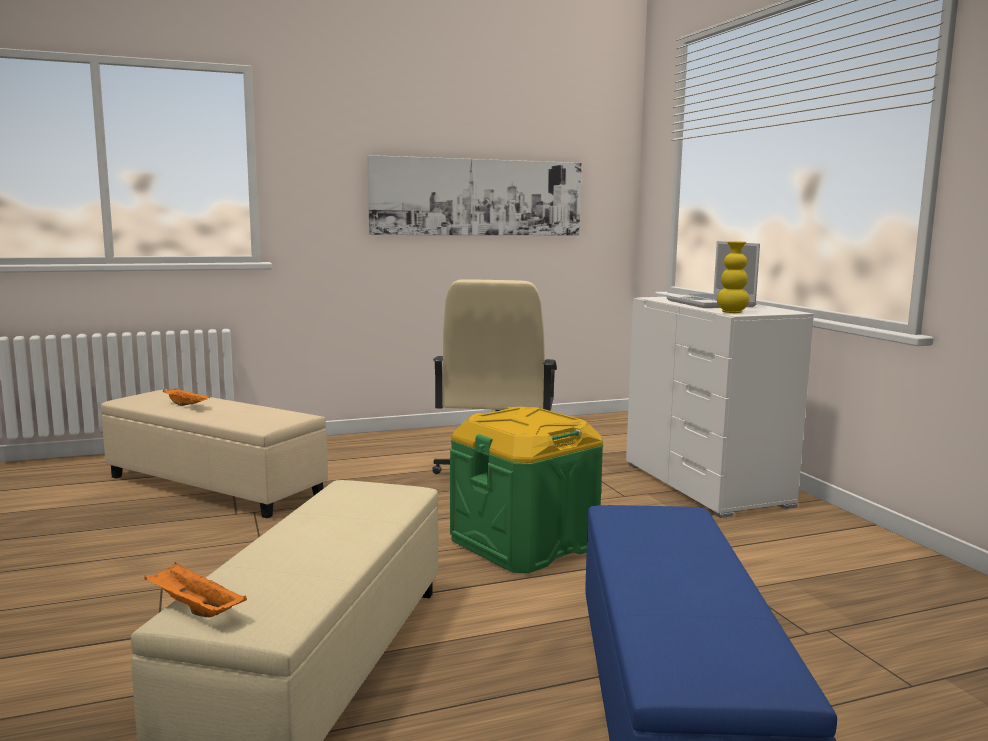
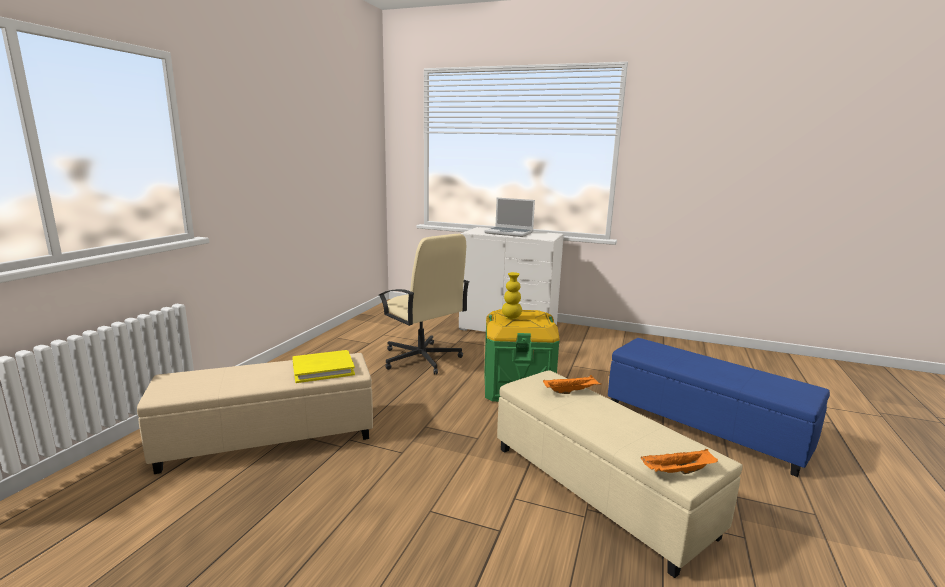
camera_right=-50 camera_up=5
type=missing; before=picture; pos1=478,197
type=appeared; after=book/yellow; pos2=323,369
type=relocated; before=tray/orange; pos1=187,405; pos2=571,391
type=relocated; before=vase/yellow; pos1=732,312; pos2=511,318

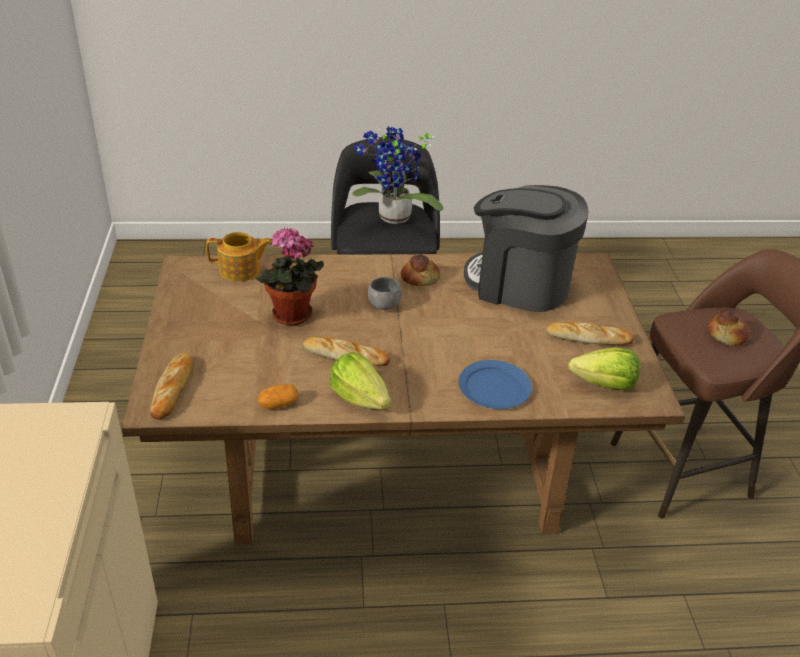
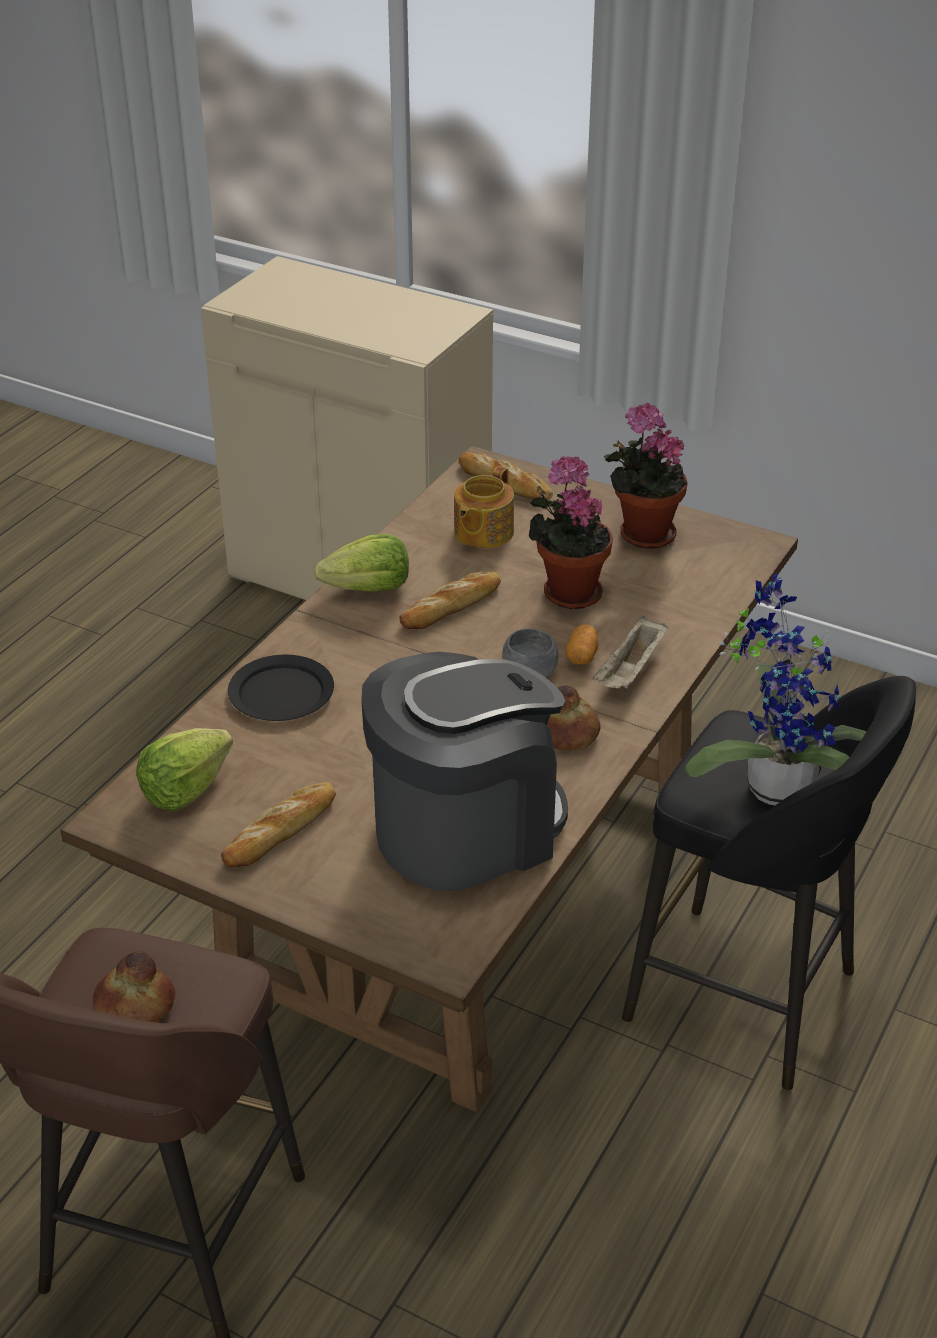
camera_right=125 camera_up=0
type=appeared; after=tray/beige; pos2=631,671
type=appeared; after=potted plant; pos2=642,534
type=relocated; before=teapot; pos1=240,270; pos2=482,532
type=relocated; before=potato; pos1=278,404; pos2=581,656
type=colour; before=plate/blue; after=plate/black; pos1=495,387; pos2=281,693

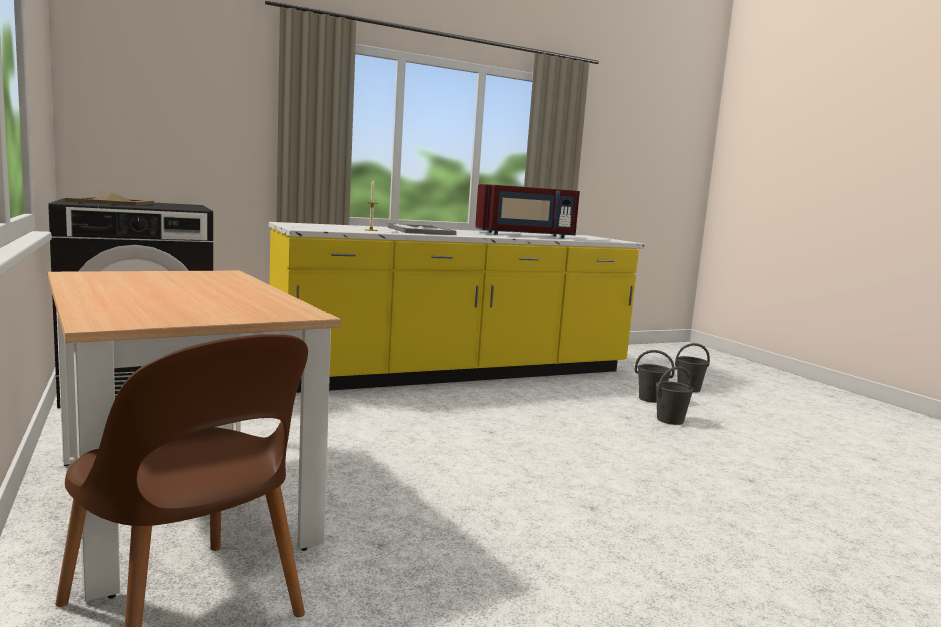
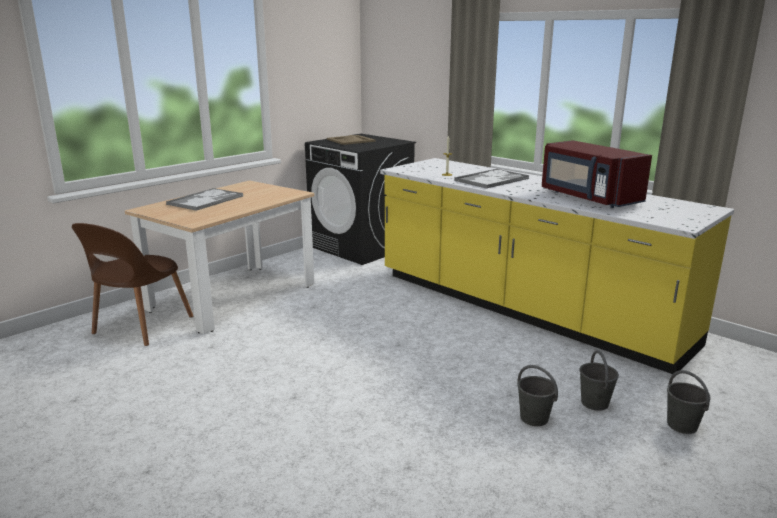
camera_right=70 camera_up=10
type=appeared; after=tray; pos2=206,200

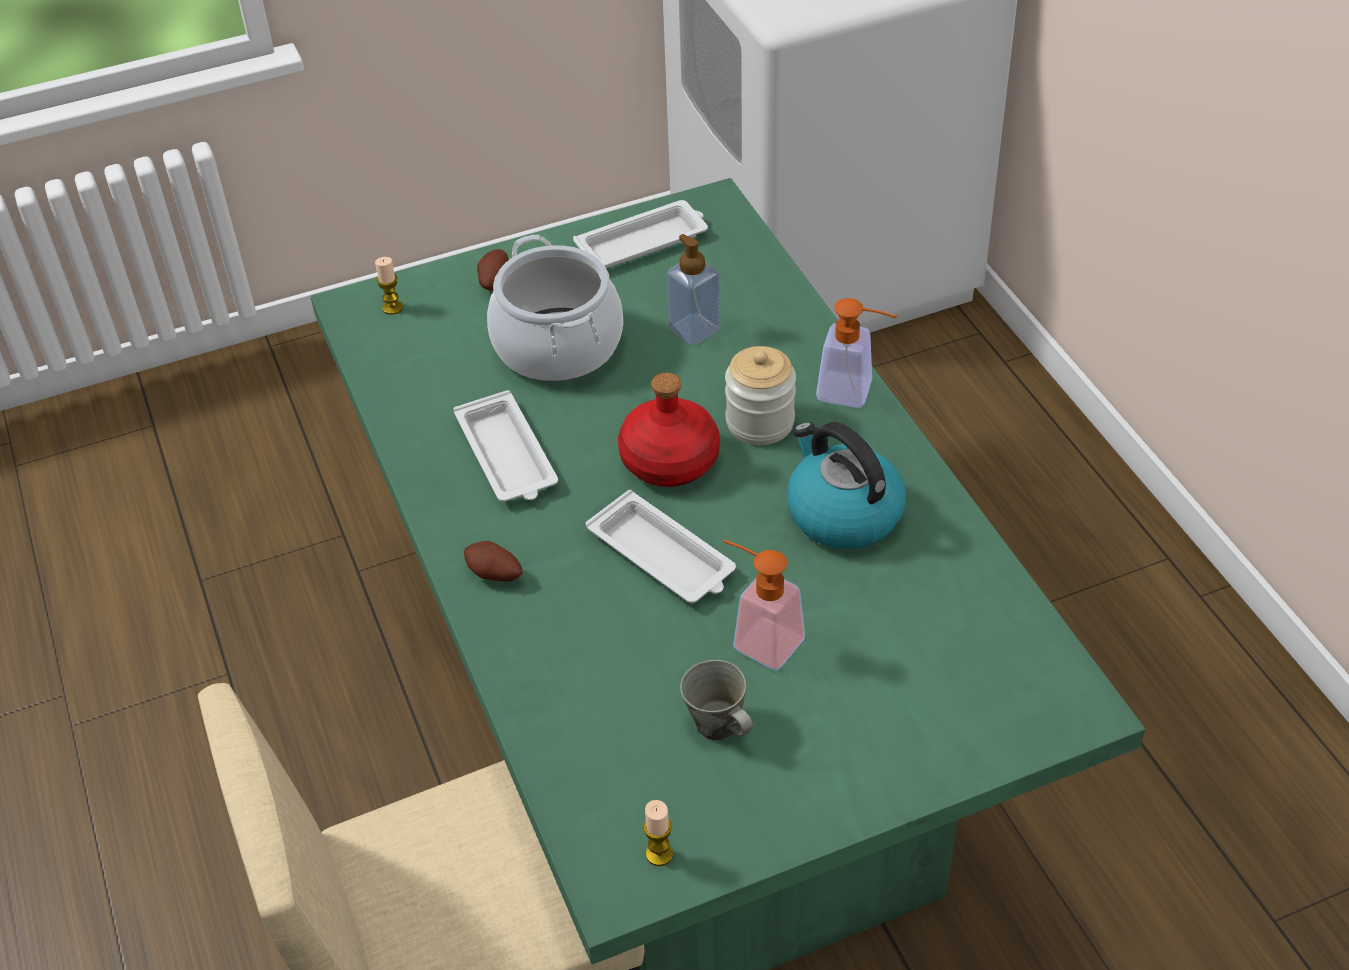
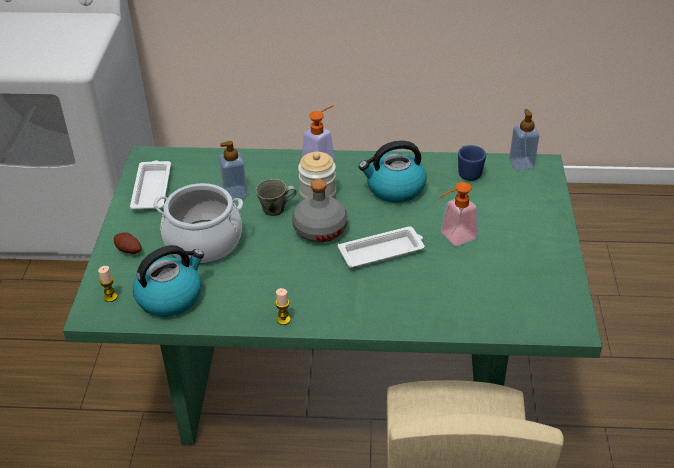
camera_right=-65 camera_up=-5
type=missing; before=tray/white; pos1=507,456
type=missing; before=potato; pos1=494,575
type=appeared; after=kettle; pos2=170,296
type=appeared; after=mug/blue; pos2=468,172
type=appeared; after=soap dispenser; pos2=521,164
type=relocated; before=candle; pos1=659,854; pos2=283,320
type=relocated; before=mug/grey; pos1=718,725; pos2=275,209
type=colour; before=bottle/red; after=bottle/grey; pos1=670,459; pos2=320,229

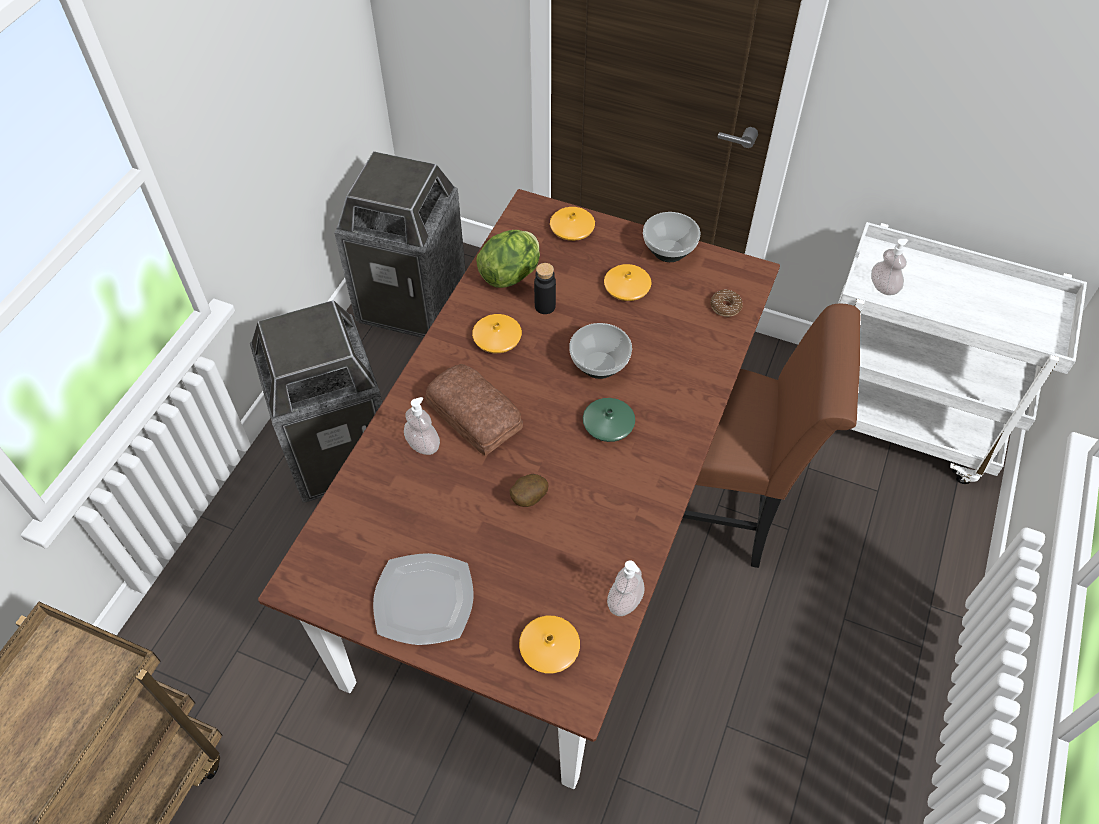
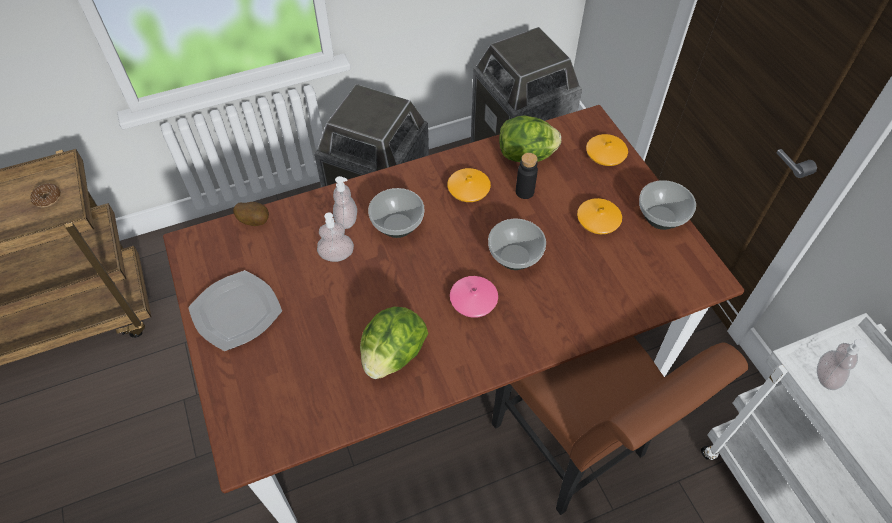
camera_right=45 camera_up=0
type=missing; before=vase/orange; pos1=549,648
type=appeared; after=lettuce; pos2=393,355
type=relocated; before=potato; pos1=528,498; pos2=255,221
type=relocated; before=soap dispenser; pos1=624,601; pos2=337,255
type=relocated; before=donut; pos1=725,307; pos2=48,198
type=exchanged; before=bread; after=bowl; pos1=474,414; pos2=398,225
type=colour; before=vase/green; after=vase/pink; pos1=608,424; pos2=473,300

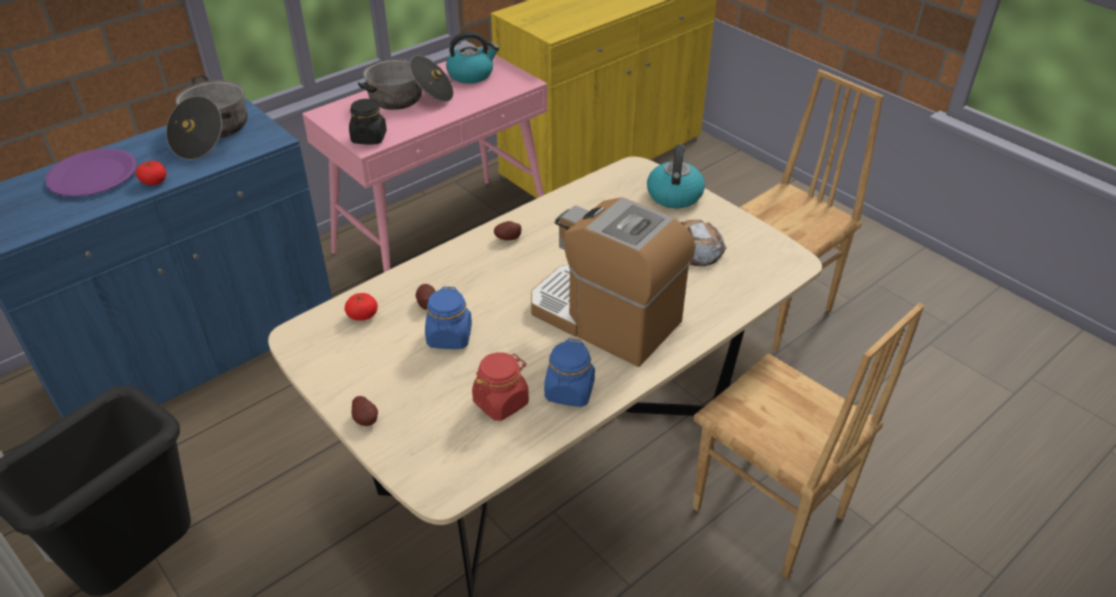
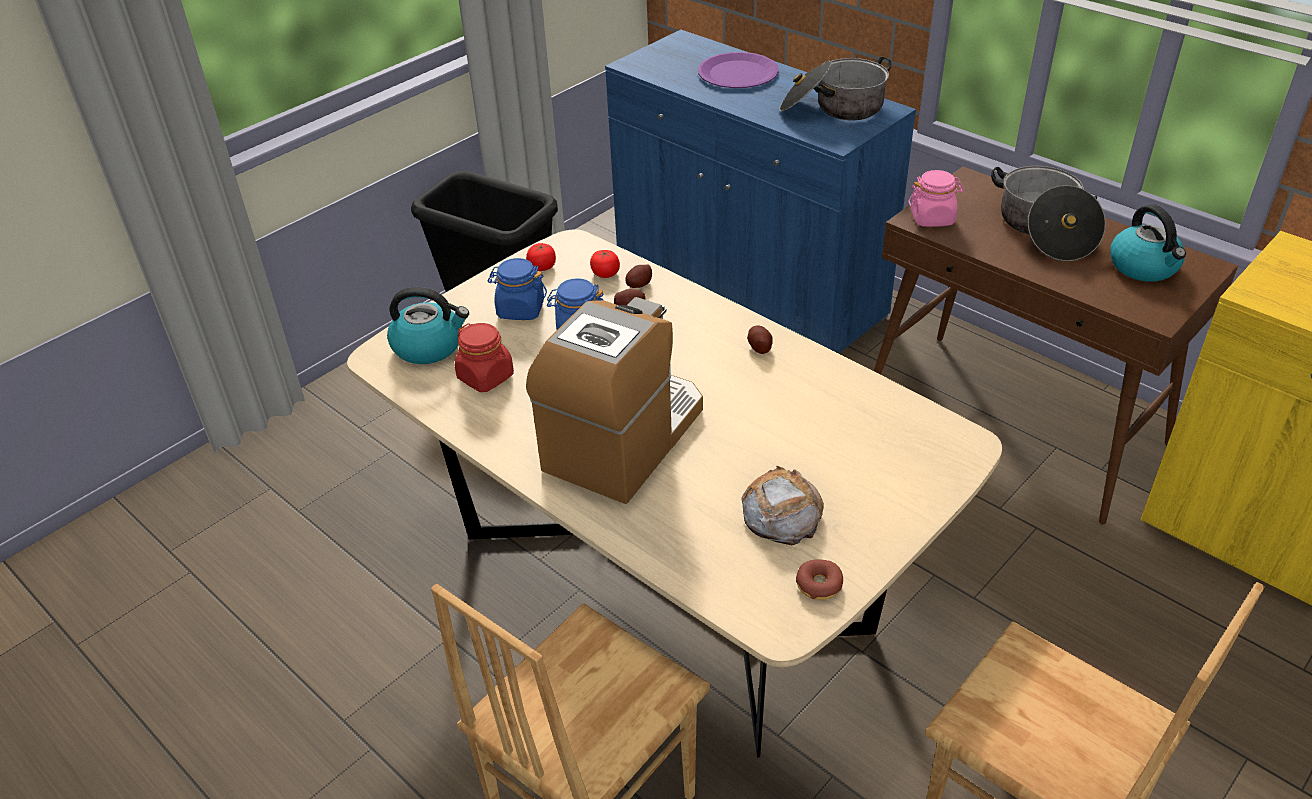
camera_right=85 camera_up=0
type=appeared; after=donut; pos2=819,585
type=relocated; before=tomato; pos1=154,181; pos2=542,266
type=relocated; before=potato; pos1=366,419; pos2=639,285
type=relocated; before=jar/blue; pos1=569,391; pos2=520,309
type=relocated; before=kettle; pos1=674,195; pos2=429,346
type=colour; before=console table/pink; after=console table/brown; pos1=443,238; pos2=1015,423
type=colour; before=jar/black; after=jar/pink; pos1=369,138; pos2=932,218

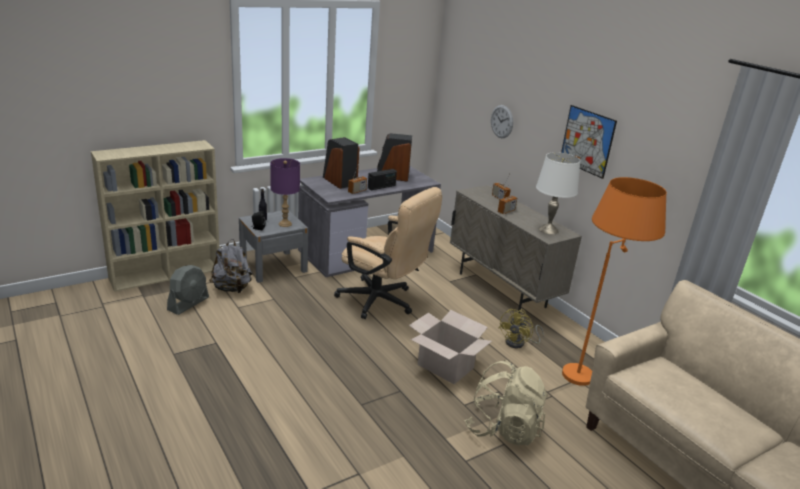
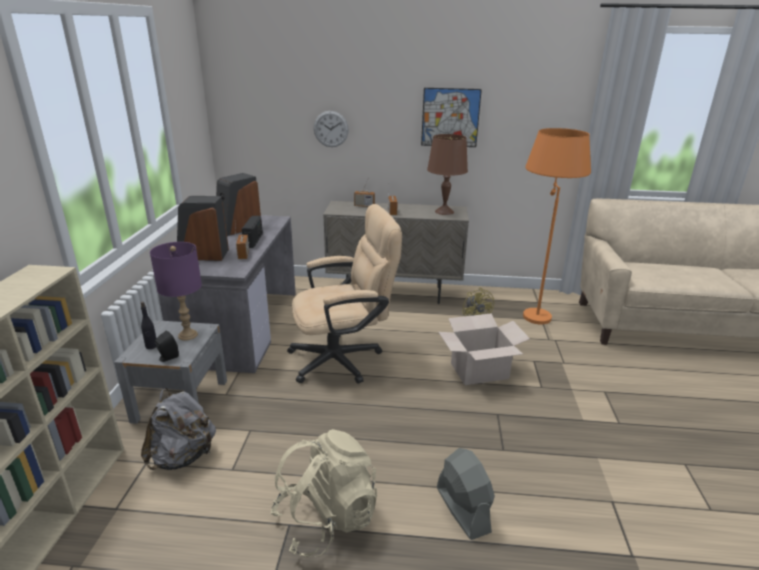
camera_right=-50 camera_up=0
type=relocated; before=fan/grey; pos1=188,304; pos2=462,509
type=relocated; before=backpack/beige; pos1=503,429; pos2=326,519
type=colour; before=table lamp/white; after=table lamp/brown; pos1=548,230; pos2=444,212

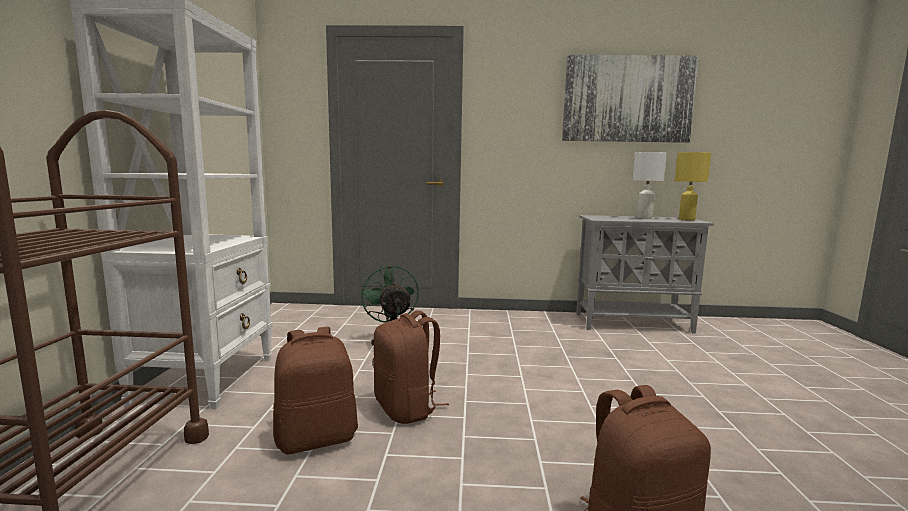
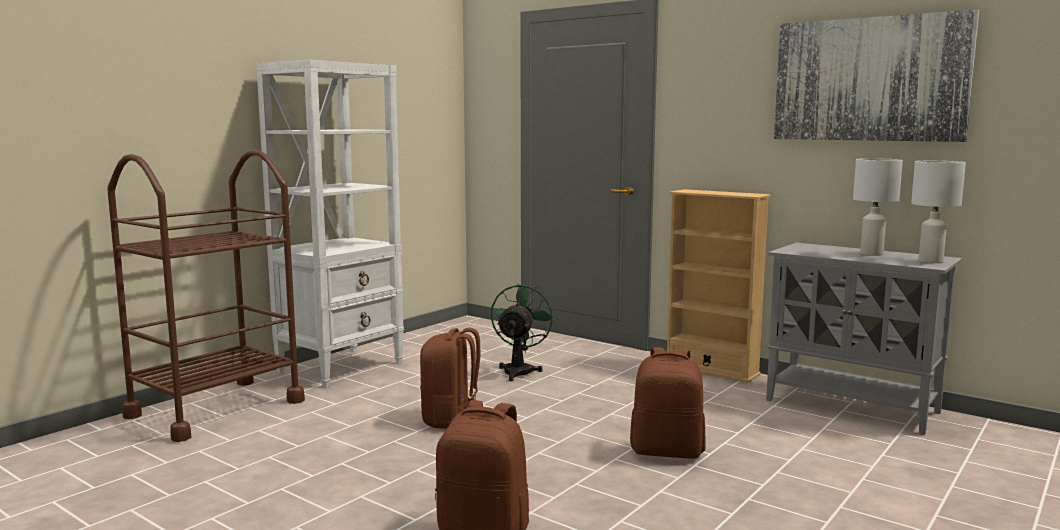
camera_right=35 camera_up=0
type=appeared; after=bookcase/beige; pos2=711,370
type=relocated; before=backpack/brown; pos1=317,438; pos2=667,451
type=colour; before=table lamp/yellow; after=table lamp/white; pos1=687,219; pos2=931,261

